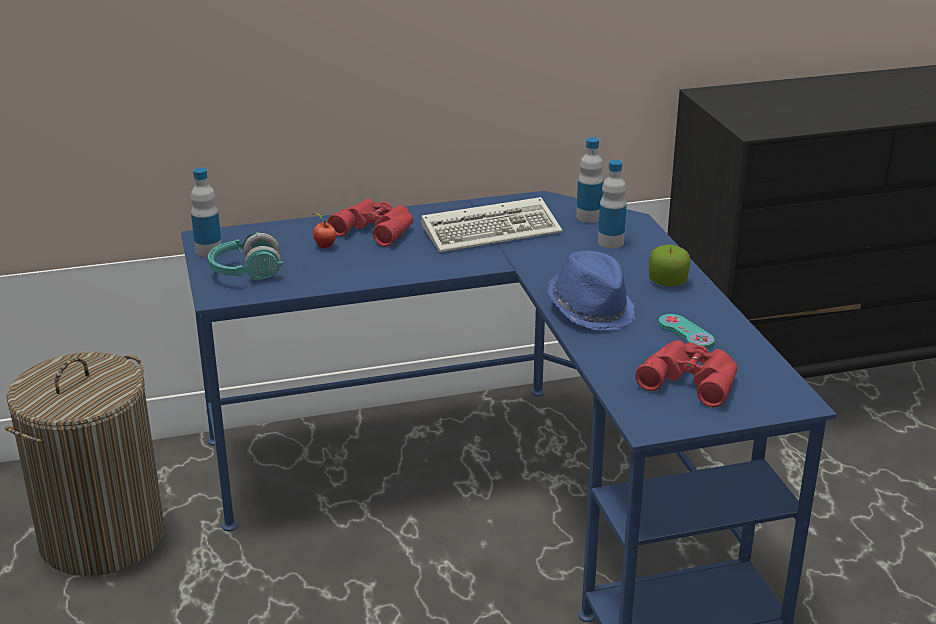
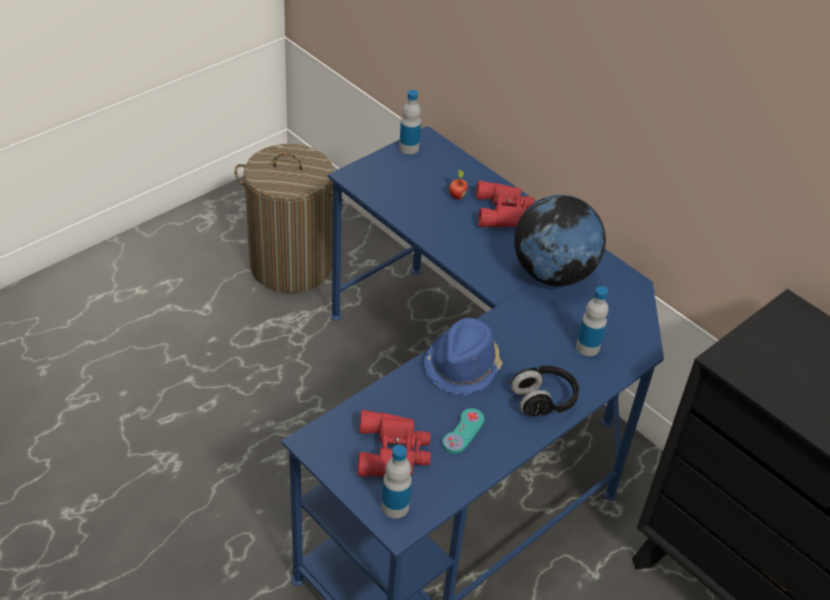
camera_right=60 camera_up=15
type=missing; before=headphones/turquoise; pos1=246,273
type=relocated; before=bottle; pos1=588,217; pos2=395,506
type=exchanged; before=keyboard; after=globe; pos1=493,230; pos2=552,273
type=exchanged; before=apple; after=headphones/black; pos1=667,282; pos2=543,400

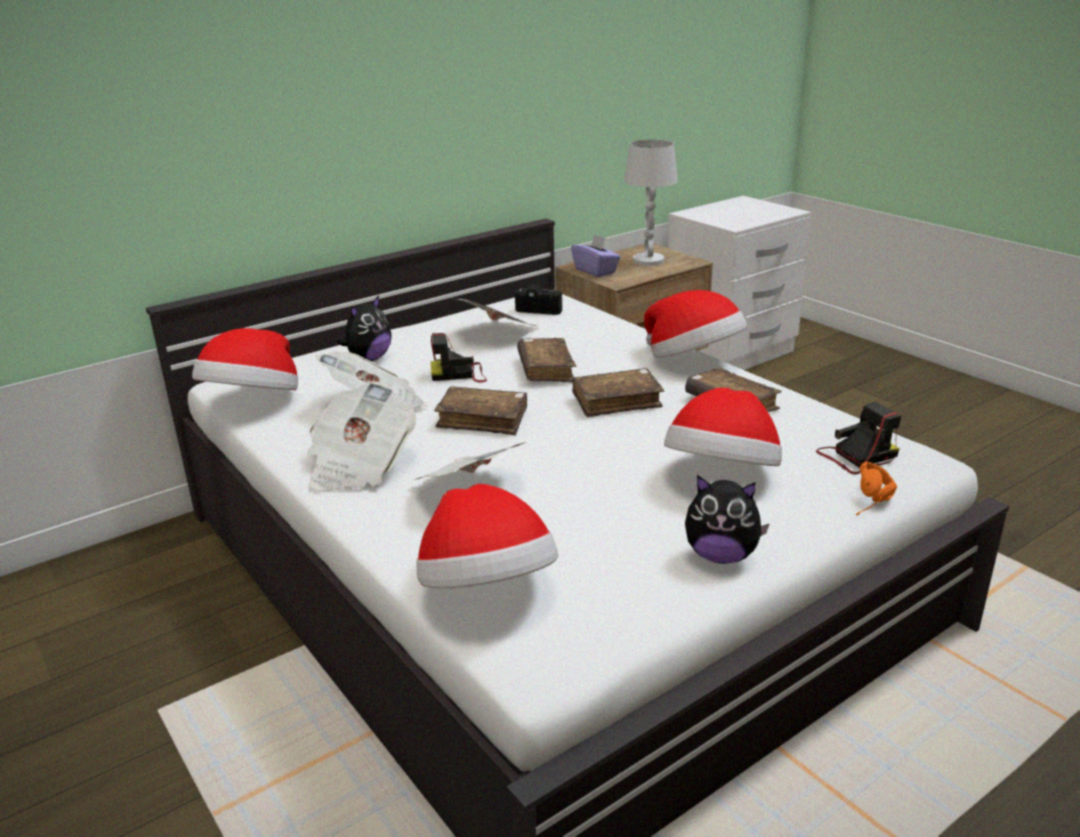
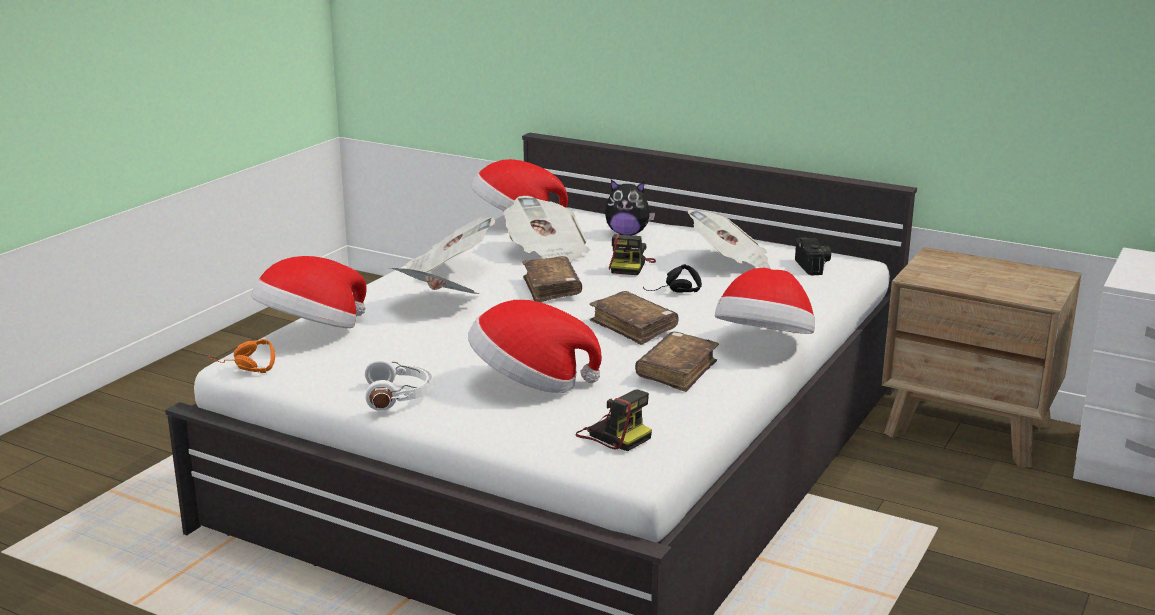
camera_right=65 camera_up=-5
type=missing; before=tissue box/purple; pos1=595,271
type=missing; before=table lamp/white; pos1=648,260
type=relocated; before=headphones/orange; pos1=875,504; pos2=241,369
type=exchanged; before=book/brown; after=headphones/black; pos1=546,370; pos2=673,292
type=exchanged; before=plush toy; after=headphones/white; pos1=721,556; pos2=399,396
type=spun; before=photo camera; pos1=459,374; pos2=630,266; turn=-135

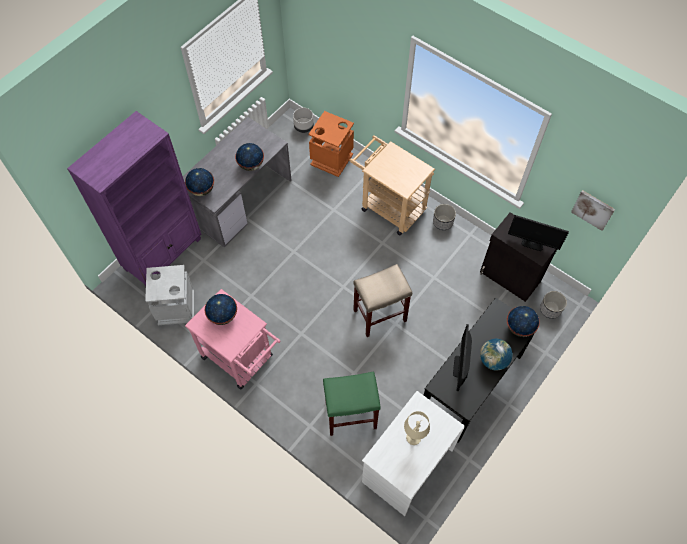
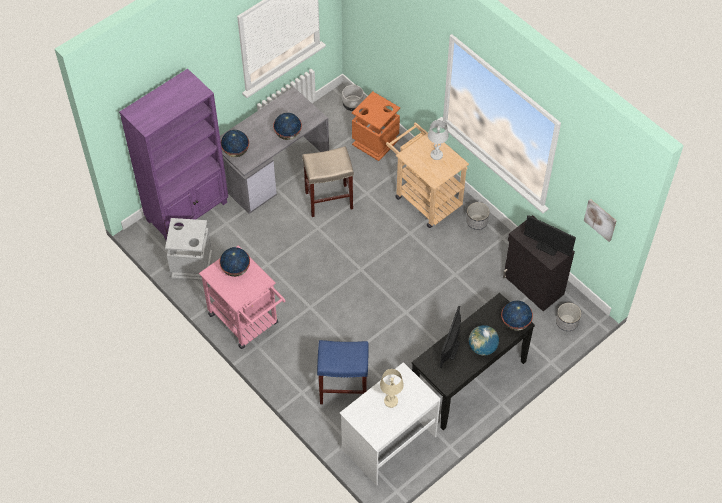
camera_right=10 camera_up=-5
type=appeared; after=table lamp/white; pos2=436,155
type=relocated; before=stool/beige; pos1=379,316; pos2=328,201
type=colour; before=stool/green; after=stool/blue; pos1=351,414; pos2=344,389

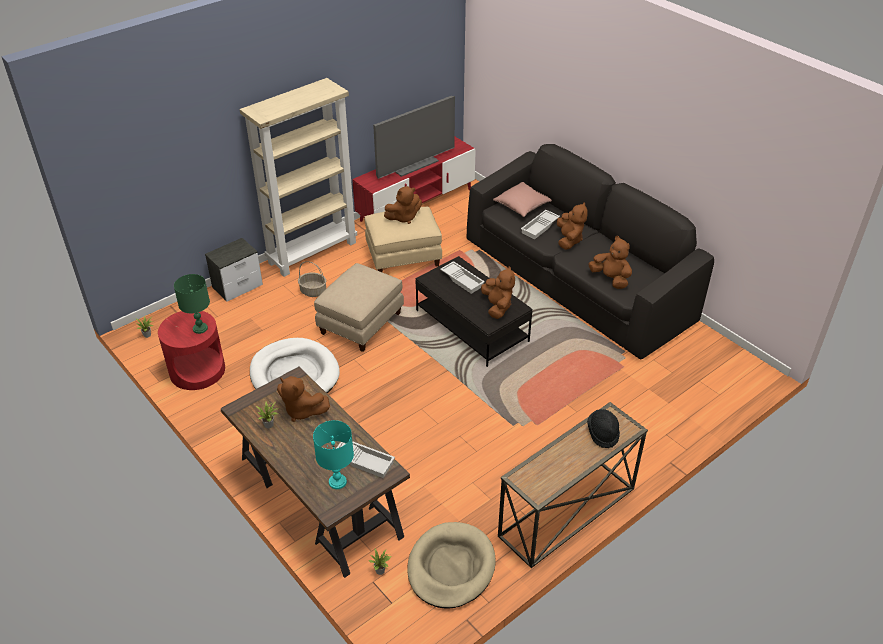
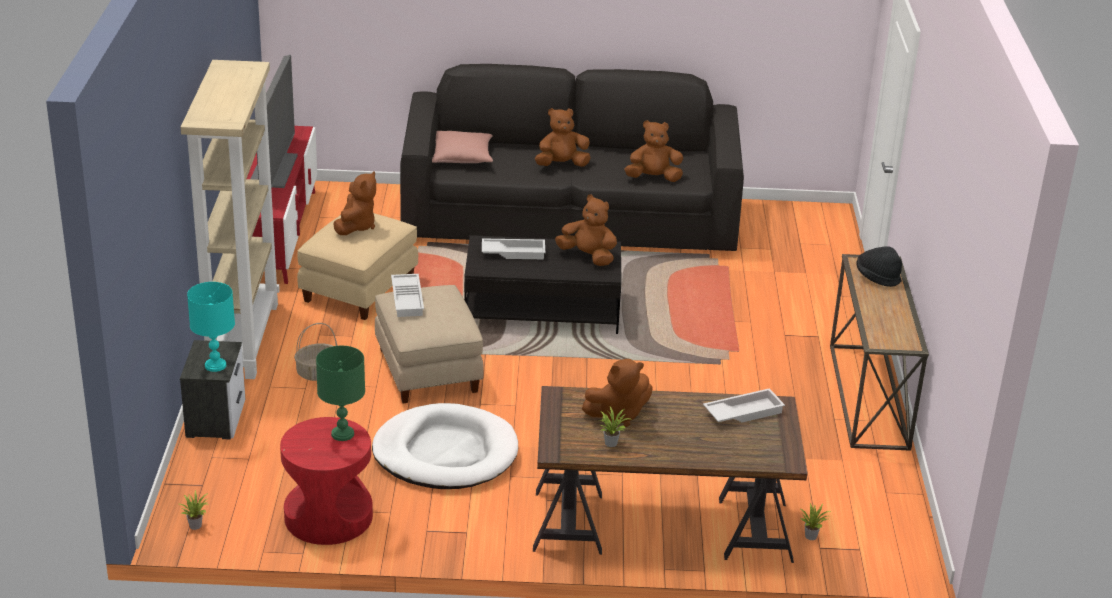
camera_right=-50 camera_up=-10
type=missing; before=dog bed/beige; pos1=451,567
type=relocated; before=table lamp/turquoise; pos1=338,482; pos2=215,365
type=relocated; before=tray/white; pos1=540,227; pos2=408,299
type=spun; before=plush toy/brown; pos1=569,240; pos2=561,165; turn=-60

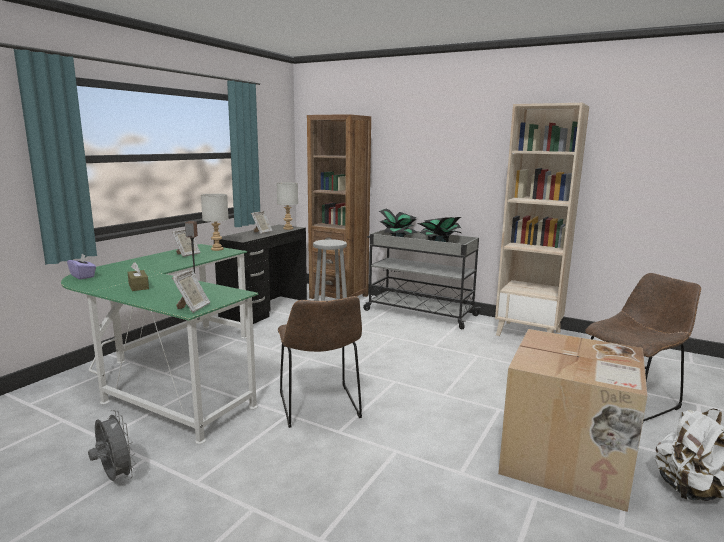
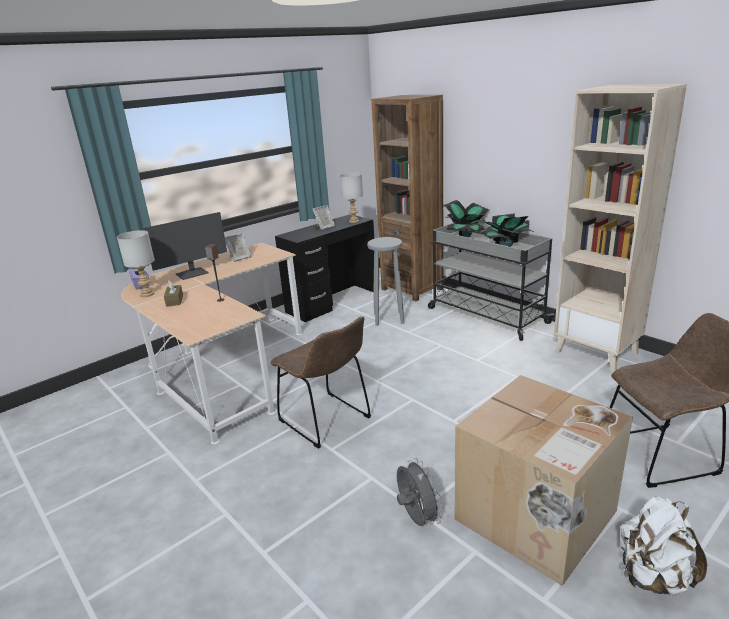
camera_right=20 camera_up=10
type=missing; before=picture frame; pos1=192,308
type=appeared; after=monitor; pos2=192,274
type=relocated; before=fan/grey; pos1=115,477; pos2=416,518
type=relocated; before=table lamp/grey; pos1=217,249; pos2=147,294
type=colour; before=desk/green; after=desk/beige; pos1=173,374; pos2=222,370
type=spun; before=chair/brown; pos1=320,408; pos2=327,421; turn=-45

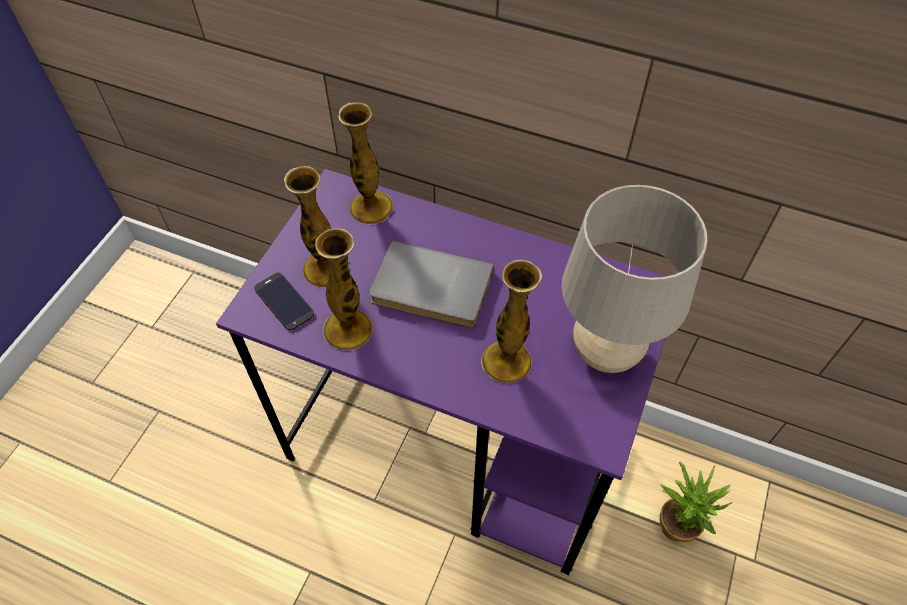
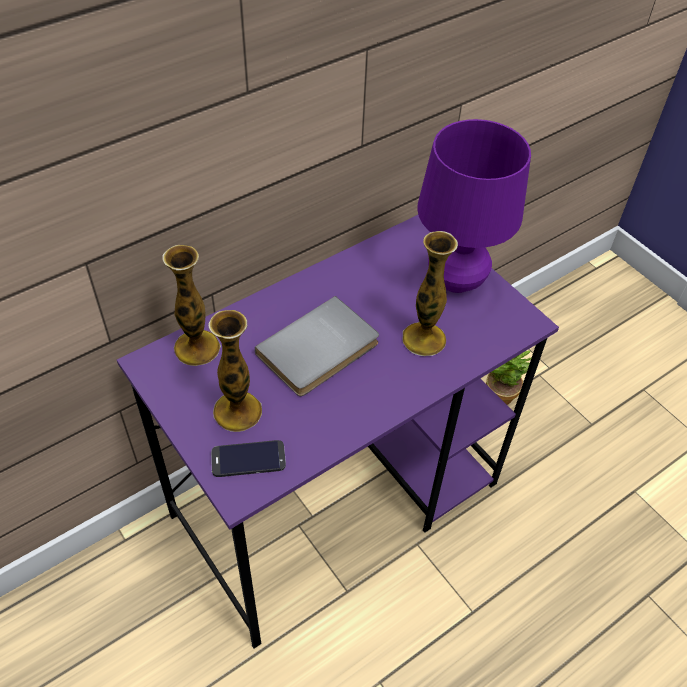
camera_right=-60 camera_up=-5
type=missing; before=vase; pos1=348,330
type=colour; before=table lamp/beige; after=table lamp/purple; pos1=605,352; pos2=456,281

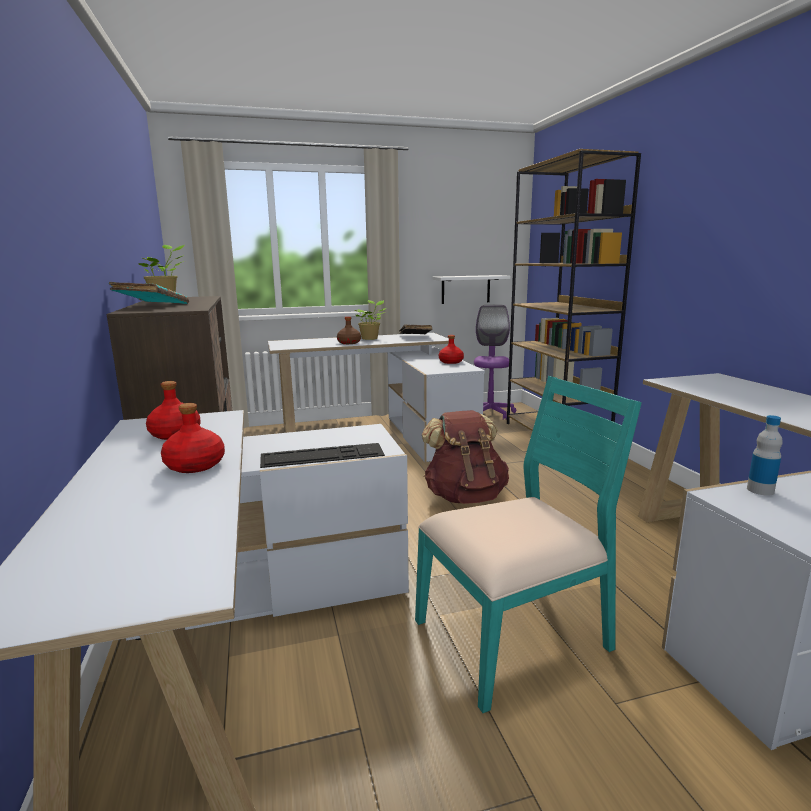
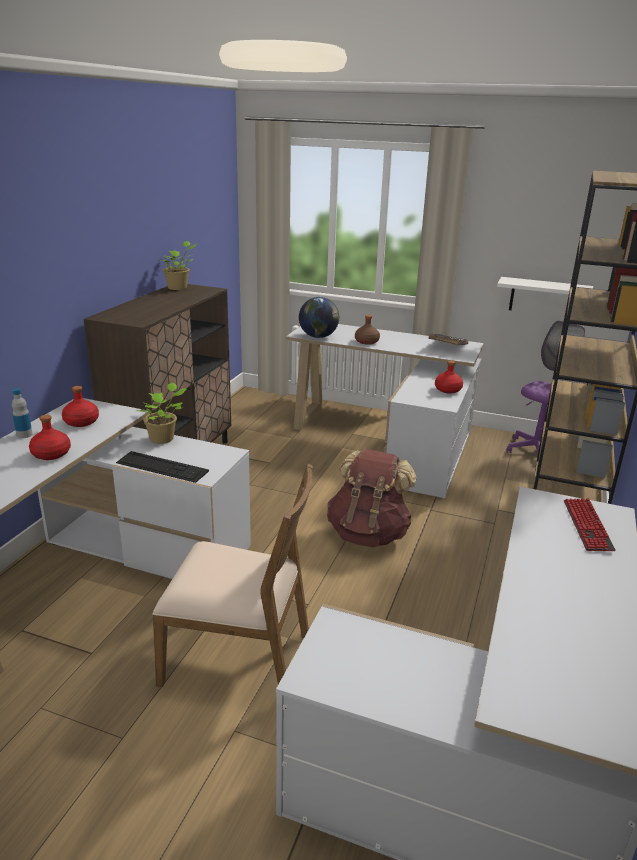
camera_right=35 camera_up=10
type=missing; before=book/turquoise; pos1=152,306
type=appeared; after=globe; pos2=318,336
type=appeared; after=keyboard; pos2=587,526
type=relocated; before=potted plant; pos1=370,338; pos2=164,439
type=relocated; before=bottle; pos1=760,490; pos2=24,435
type=colour; before=chair/turquoise; after=chair/brown; pos1=514,636; pos2=238,656

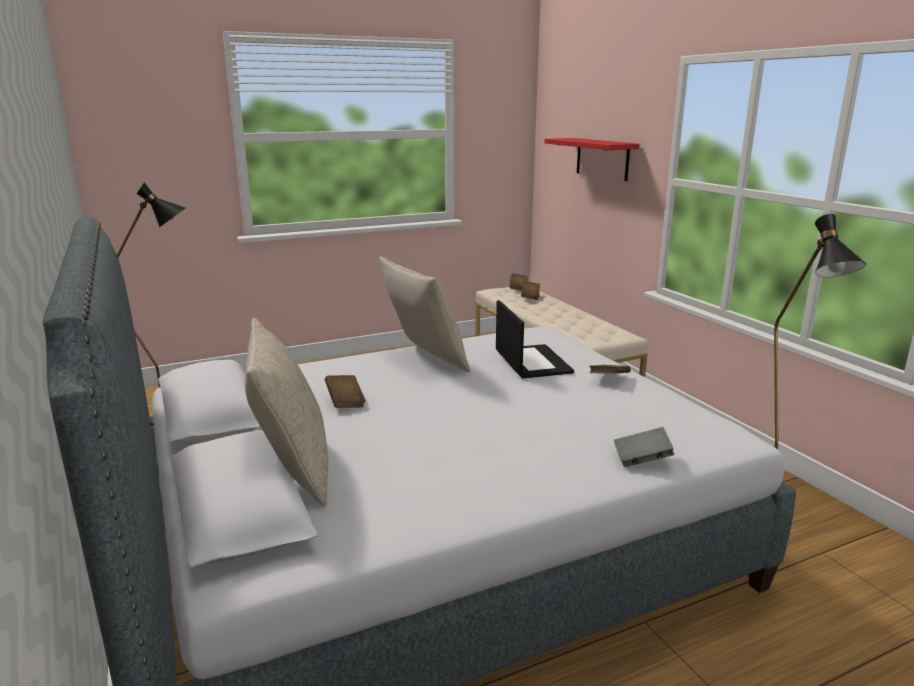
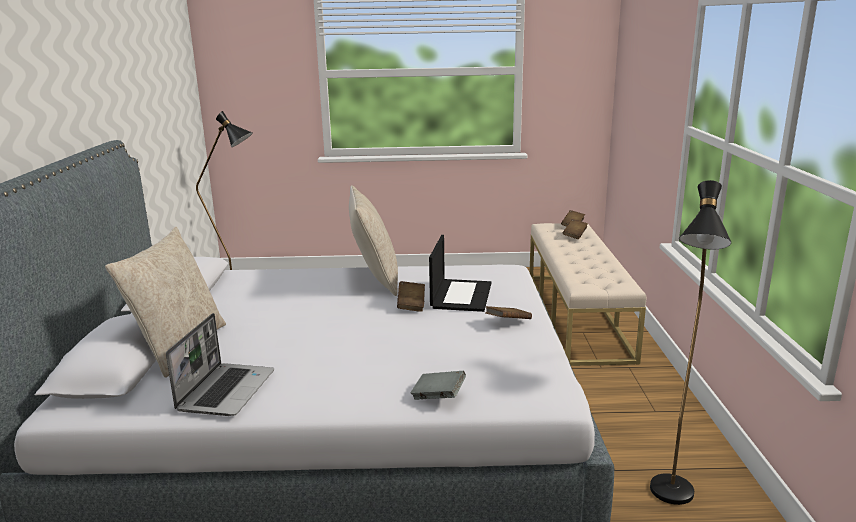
camera_right=25 camera_up=0
type=missing; before=shelf/red; pos1=602,158
type=appeared; after=laptop; pos2=226,390
type=relocated; before=book/brown; pos1=345,402; pos2=411,305

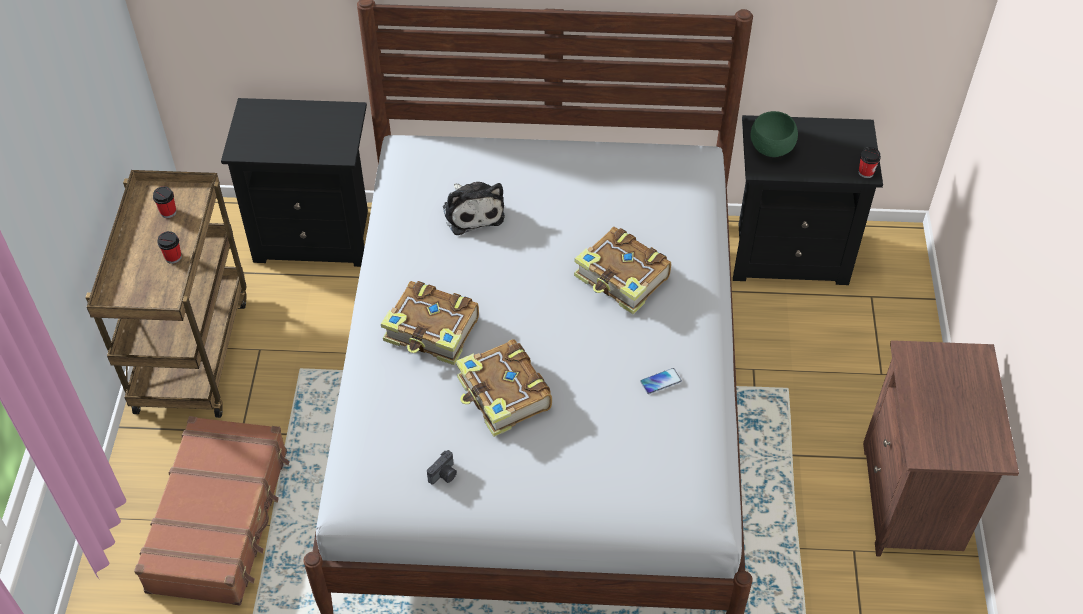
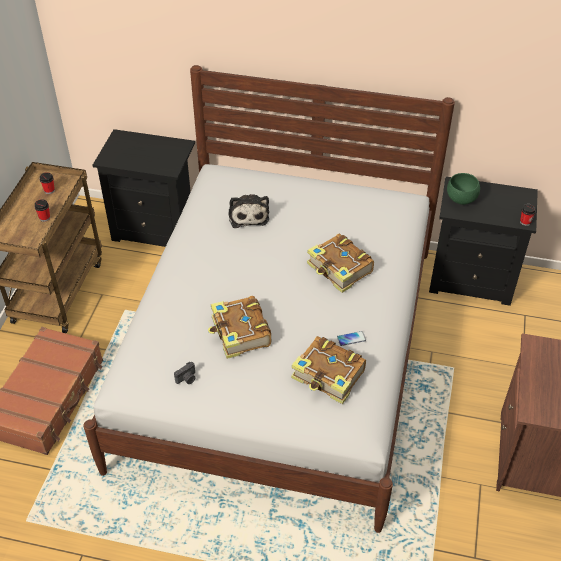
camera_right=10 camera_up=-5
type=relocated; before=book; pos1=432,332; pos2=329,376

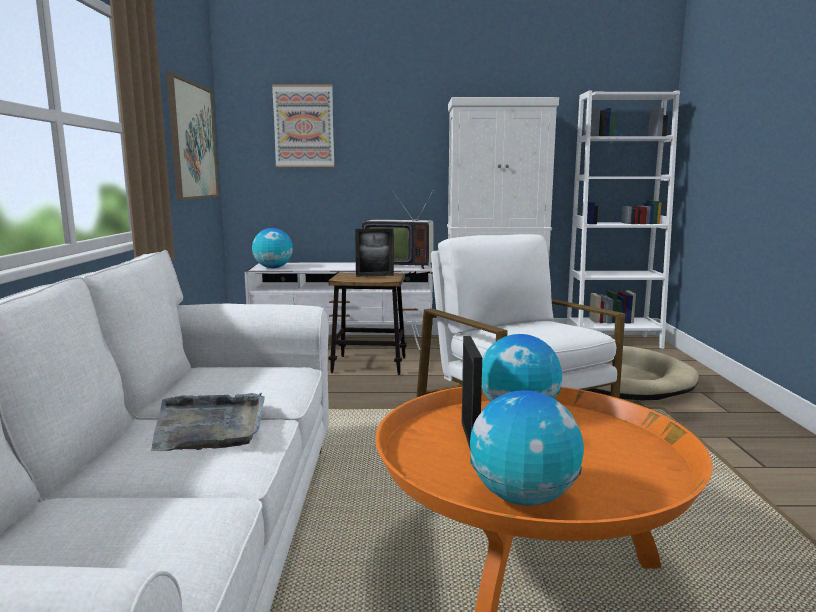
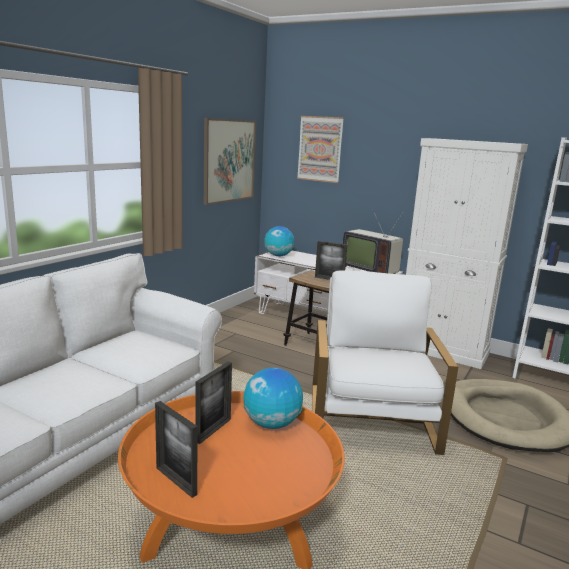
camera_right=30 camera_up=5
type=missing; before=tray/grey; pos1=210,426
type=exchanged; before=globe; after=picture frame; pos1=523,497; pos2=176,481

